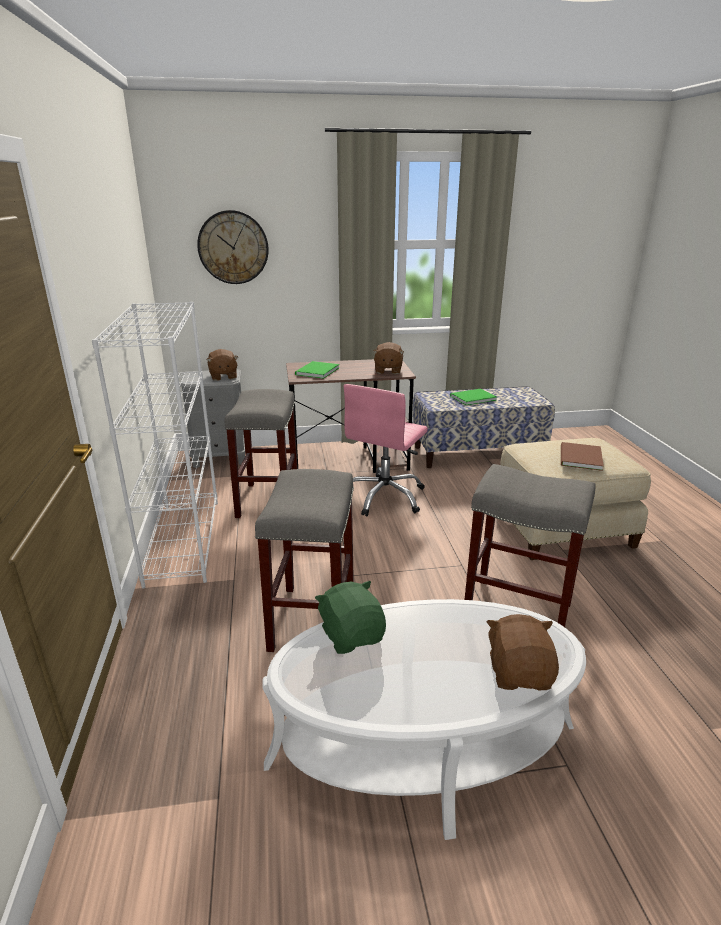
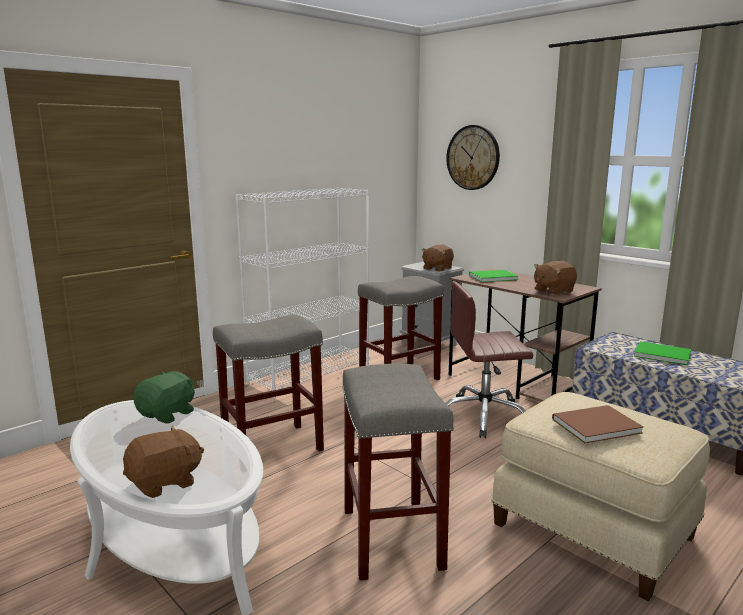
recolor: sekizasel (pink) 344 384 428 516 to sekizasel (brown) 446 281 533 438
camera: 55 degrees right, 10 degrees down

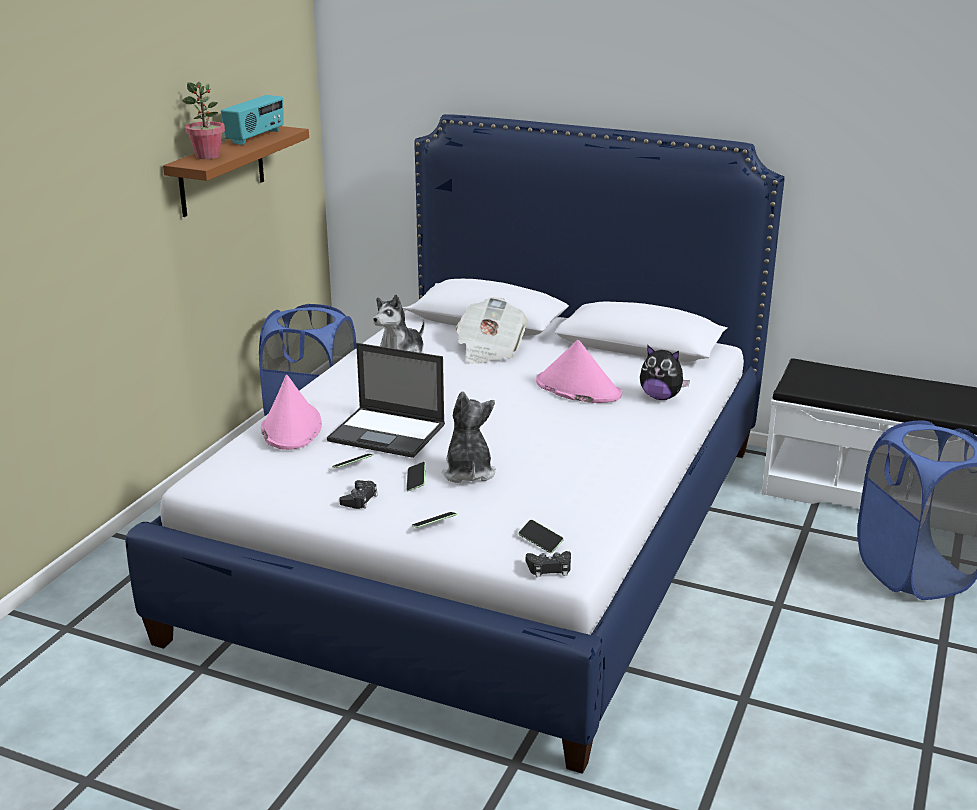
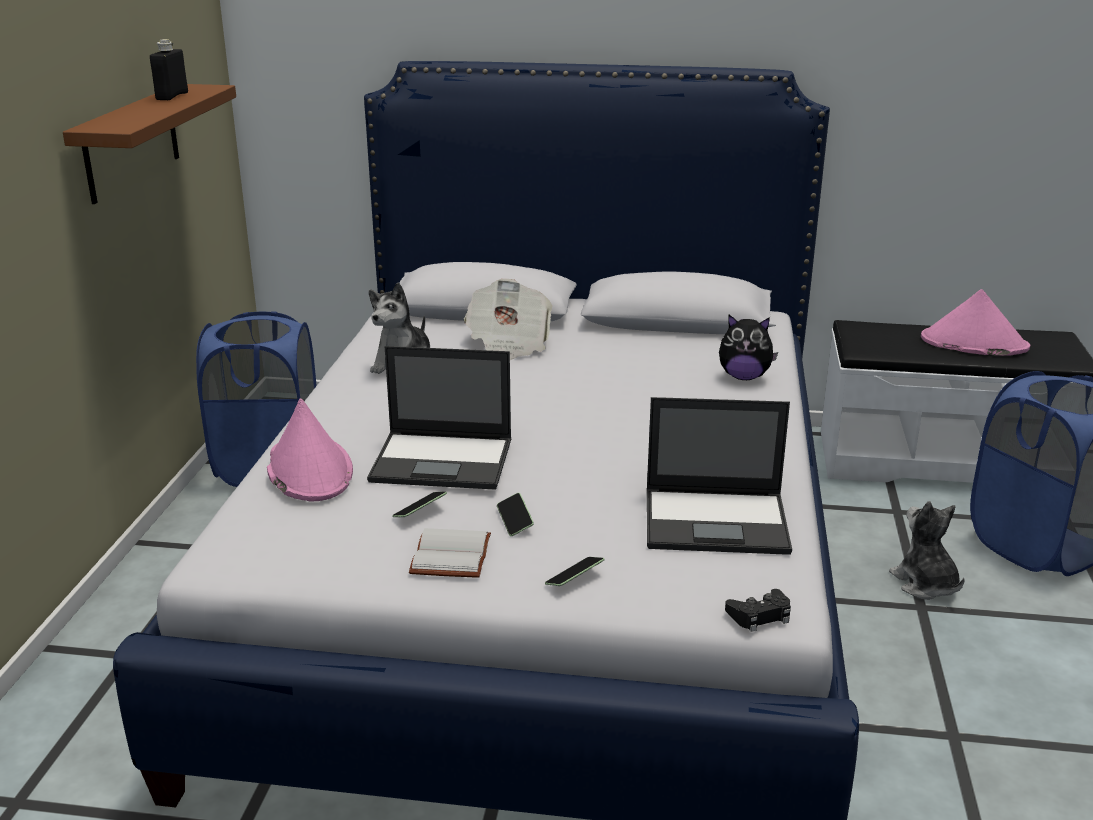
delete: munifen 182 82 225 159; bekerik 518 519 564 553
insert: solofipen 647 397 792 555
move: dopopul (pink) 536 340 622 403 to 921 289 1030 355; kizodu 442 391 496 483 to 889 501 965 600
replace: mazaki 221 95 284 145 to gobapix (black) 150 39 188 100; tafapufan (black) 339 480 378 509 to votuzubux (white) 409 528 491 578
camera: 15 degrees left, 0 degrees up

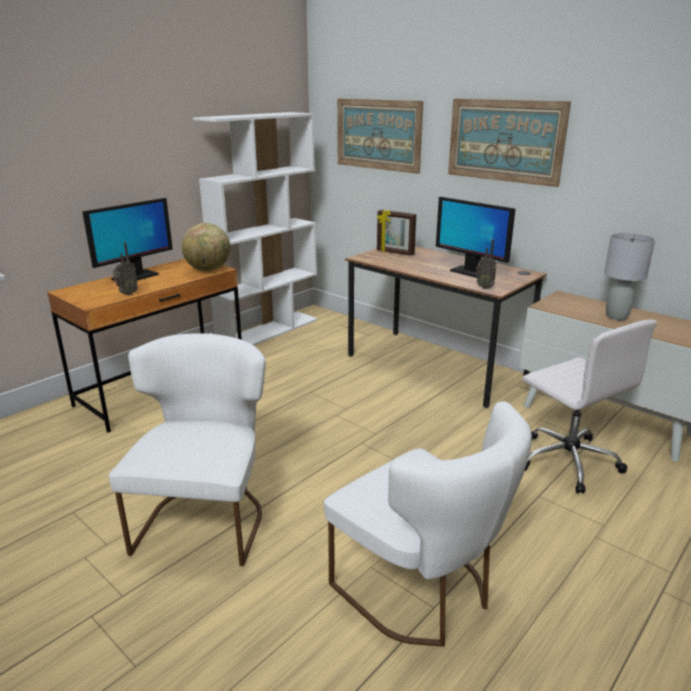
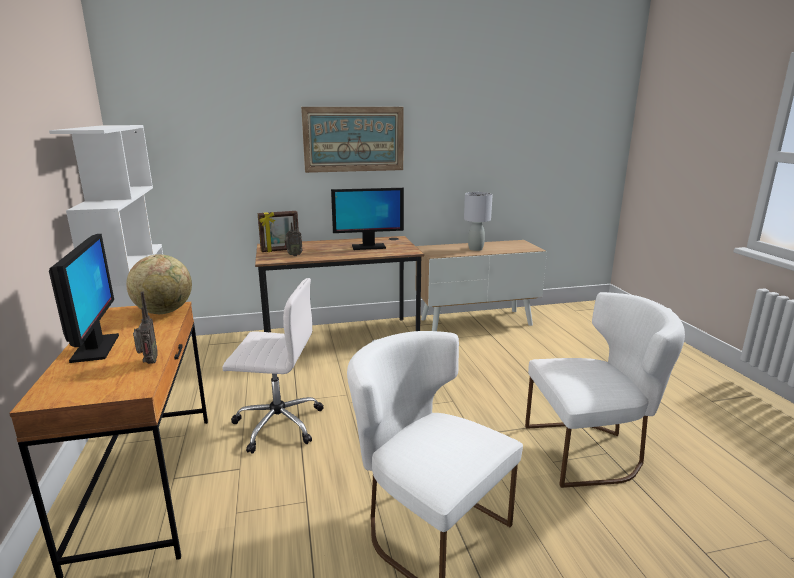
delete: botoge 337 98 424 174
move: mazaki 475 239 497 289 to 284 214 302 256; sekizasel (white) 522 320 657 494 to 222 278 323 454
camera: 55 degrees left, 5 degrees down

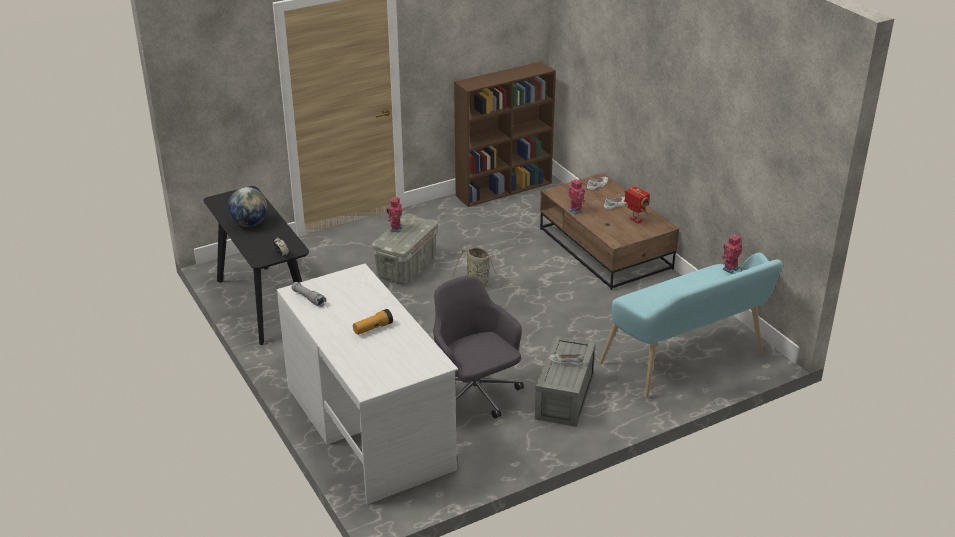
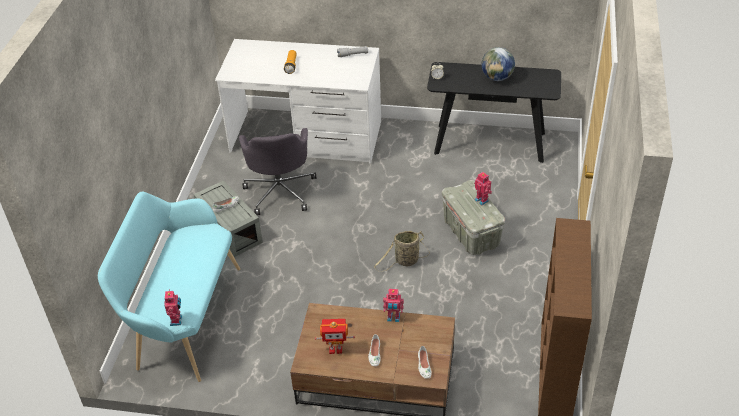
rotate: sekizasel (grey) 433 276 524 419 = 239 128 317 215 75 degrees clockwise
camera: 130 degrees right, 10 degrees up

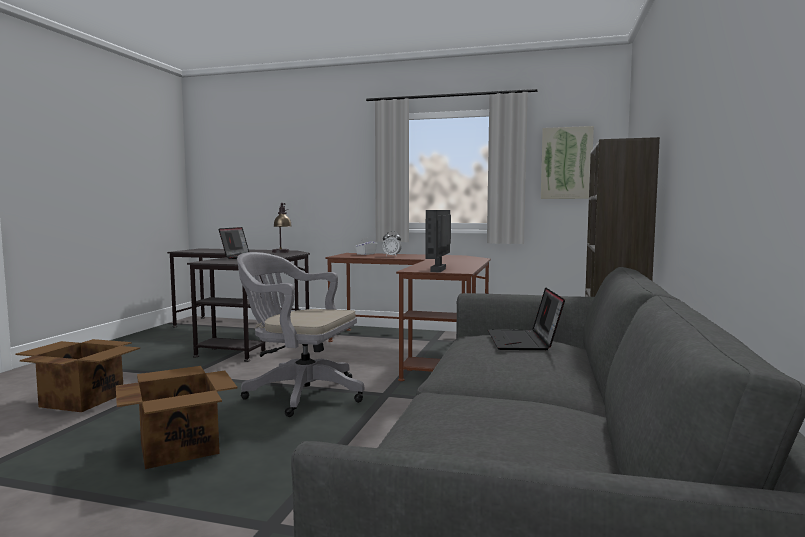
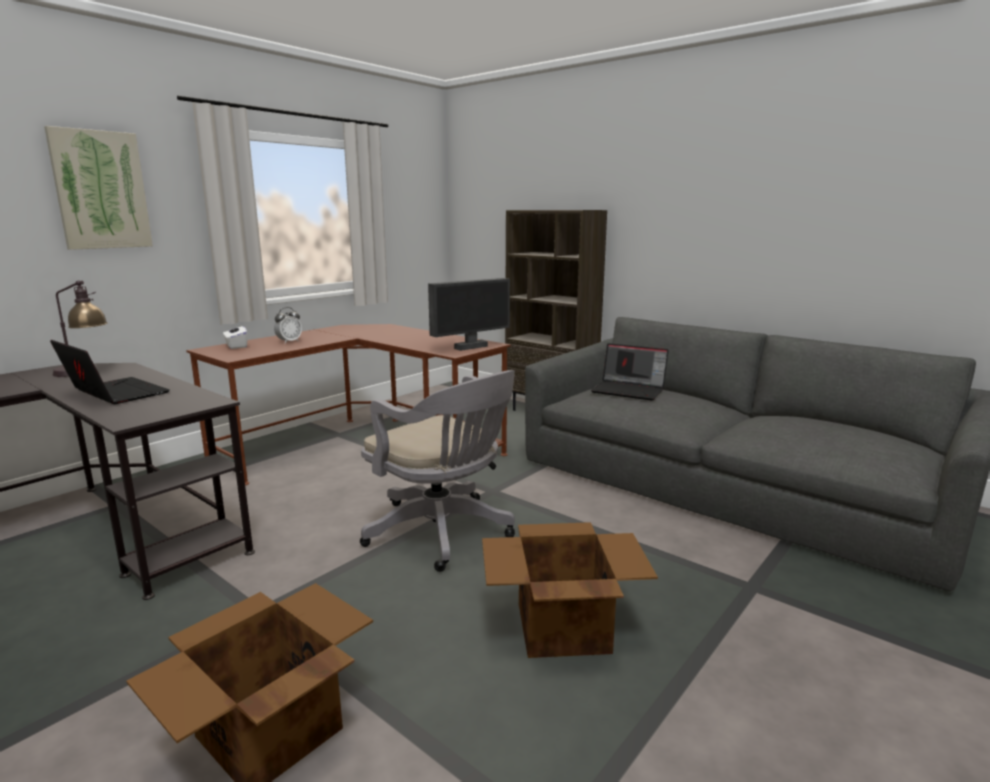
move: botoge 541 126 594 199 to 44 126 153 250
rotate: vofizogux 425 210 451 272 = 428 278 510 351 75 degrees counterclockwise; sekizasel (grey) 237 252 364 417 = 360 370 515 572 90 degrees counterclockwise
camera: 65 degrees left, 10 degrees up

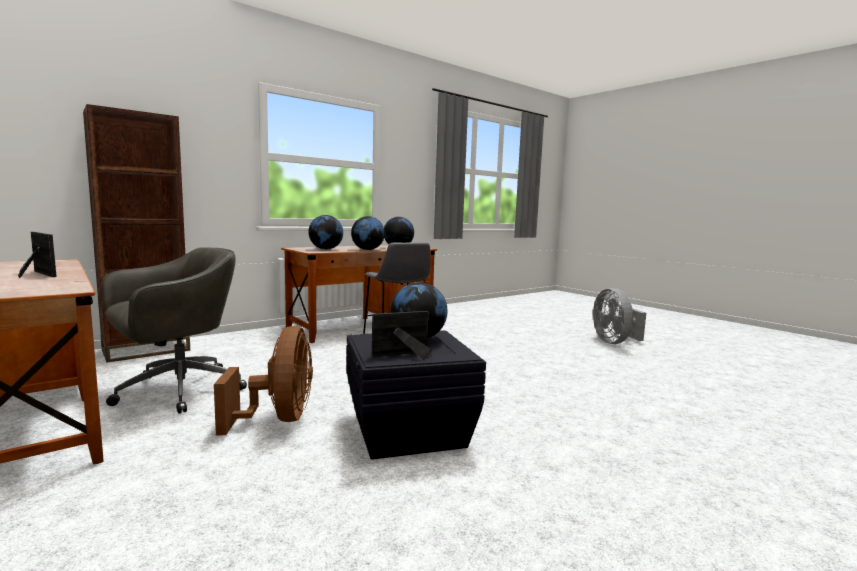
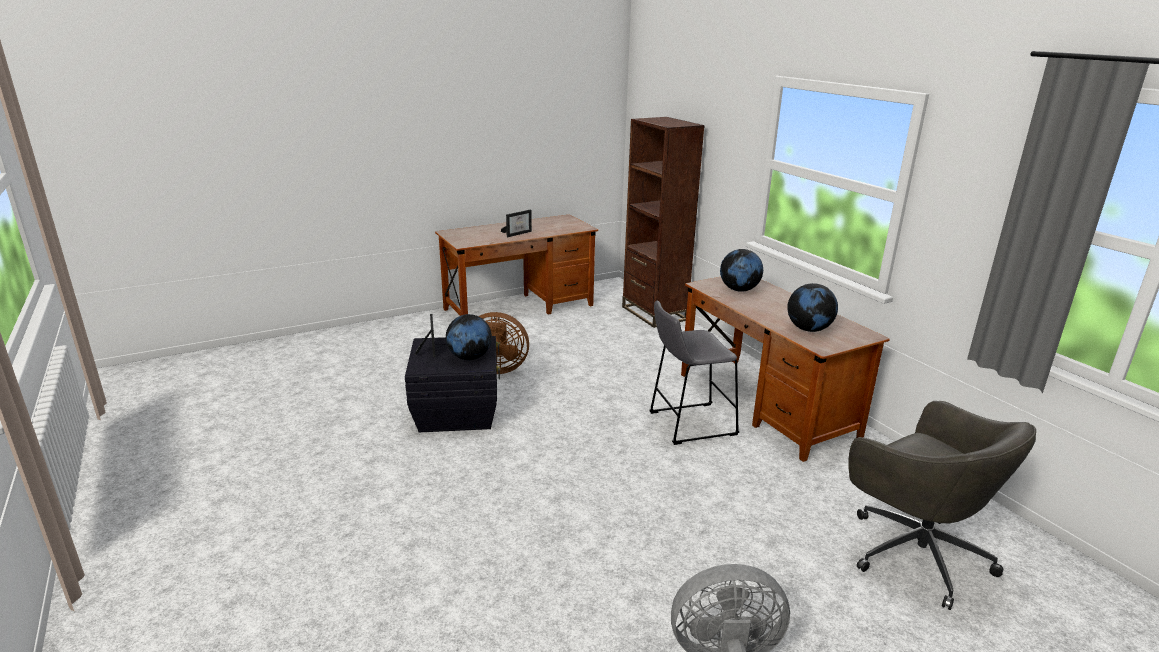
delete: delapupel 351 216 385 250
move: sekizasel (grey) 102 247 247 414 to 848 401 1036 610
camera: 100 degrees right, 15 degrees up

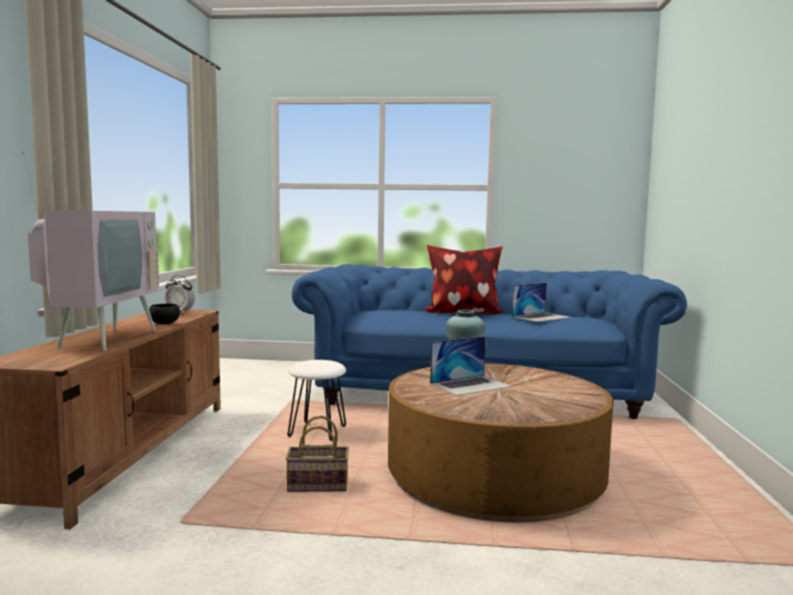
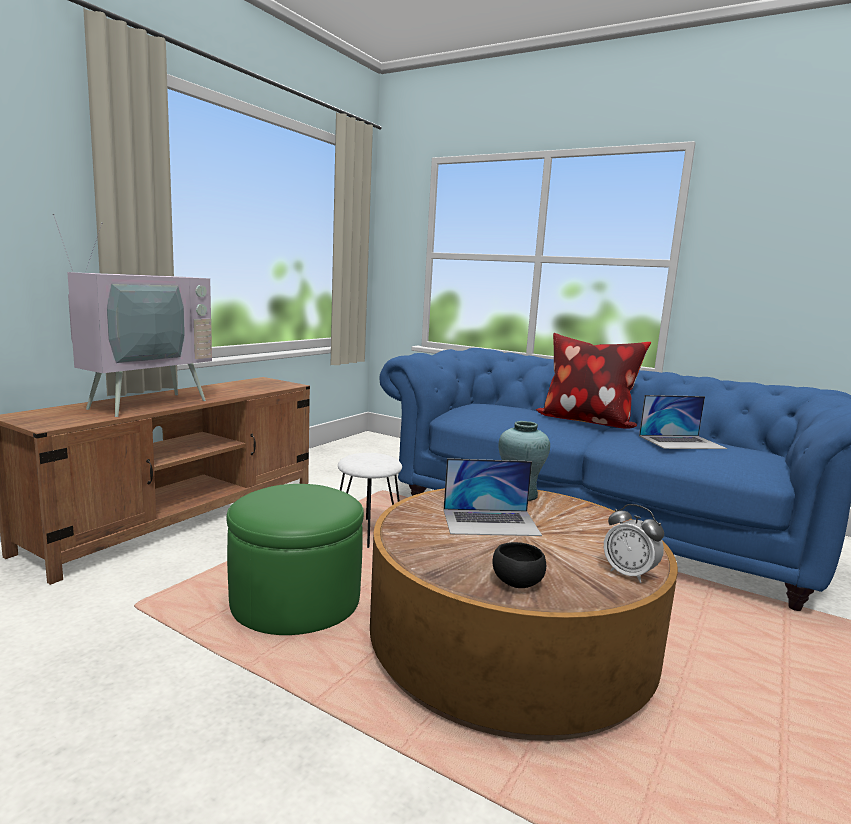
move: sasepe 164 275 195 314 to 604 504 664 583; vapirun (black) 149 304 180 324 to 492 542 546 588
replace: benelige 286 416 349 492 to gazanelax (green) 227 484 364 635
camera: 25 degrees right, 5 degrees up

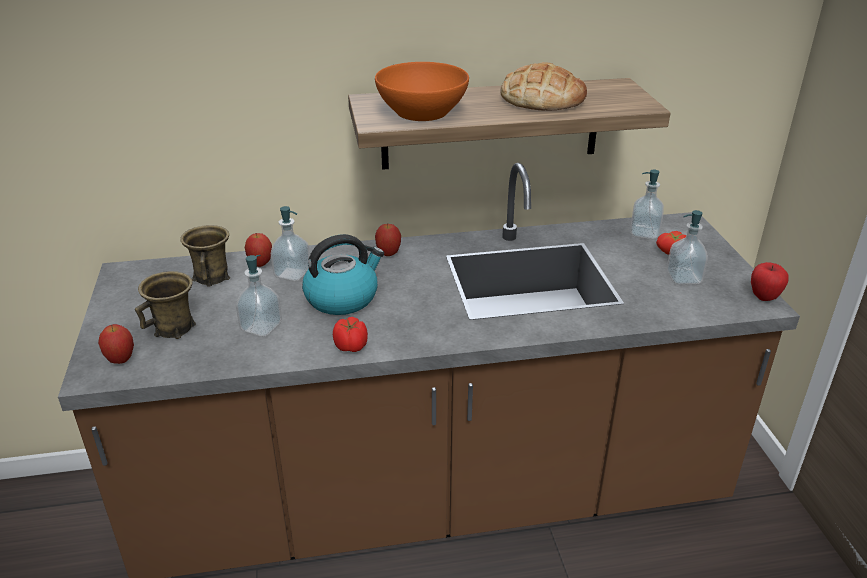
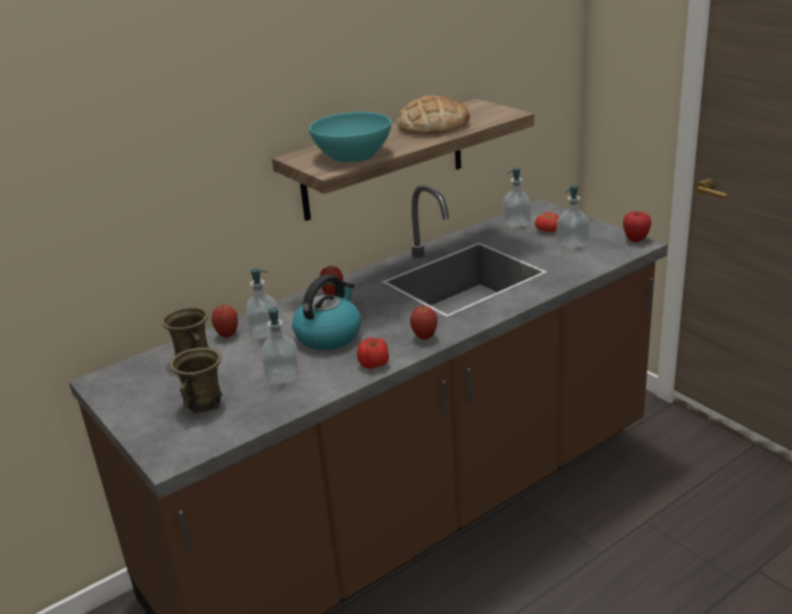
move: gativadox 98 324 134 364 to 410 306 438 340
recolor: vapirun (orange) 375 62 469 121 to vapirun (turquoise) 309 112 391 162
camera: 25 degrees left, 5 degrees down

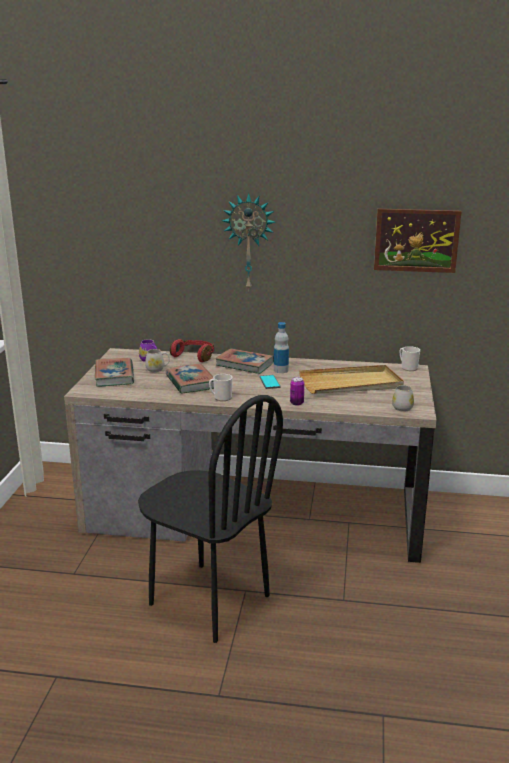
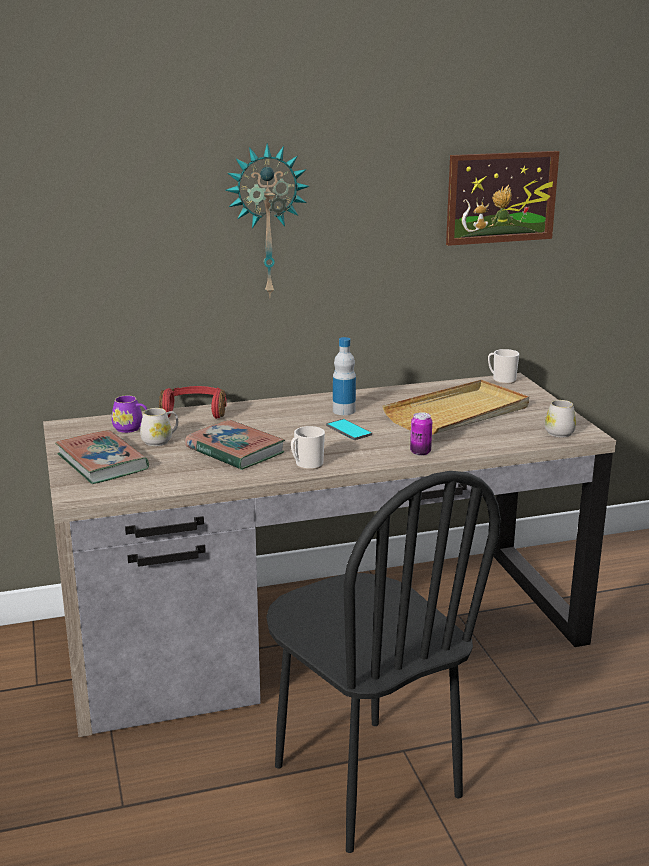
delete: votuzubux 215 348 274 374
rotate: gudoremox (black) 138 395 283 643 = 266 471 500 853 45 degrees clockwise
camera: 25 degrees left, 0 degrees up

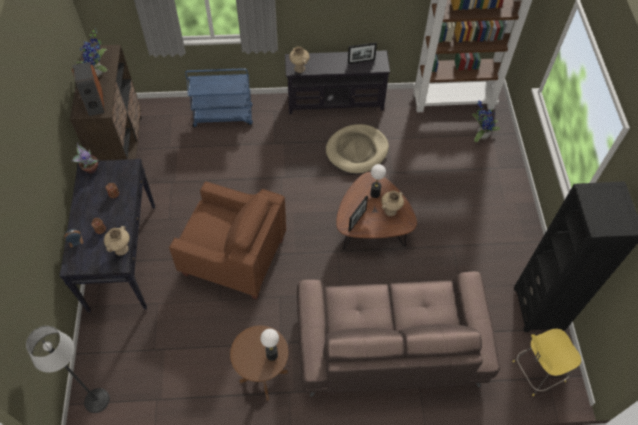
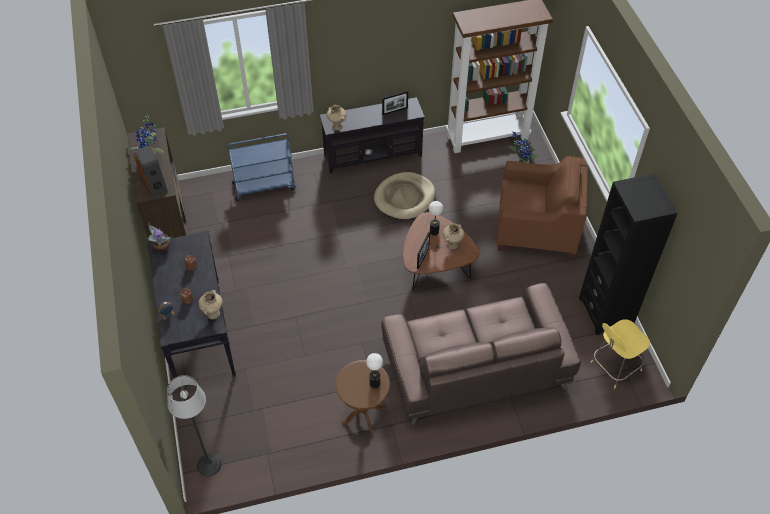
move: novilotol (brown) 169 181 286 300 to 496 156 588 259
camera: 10 degrees left, 5 degrees down

